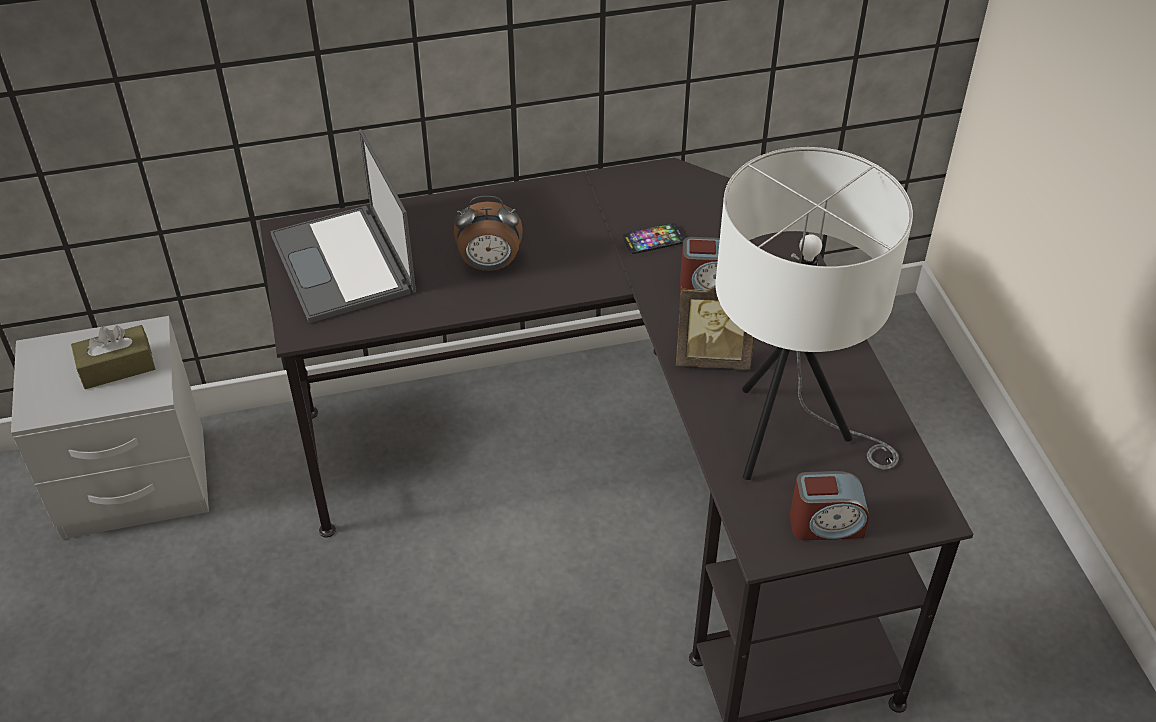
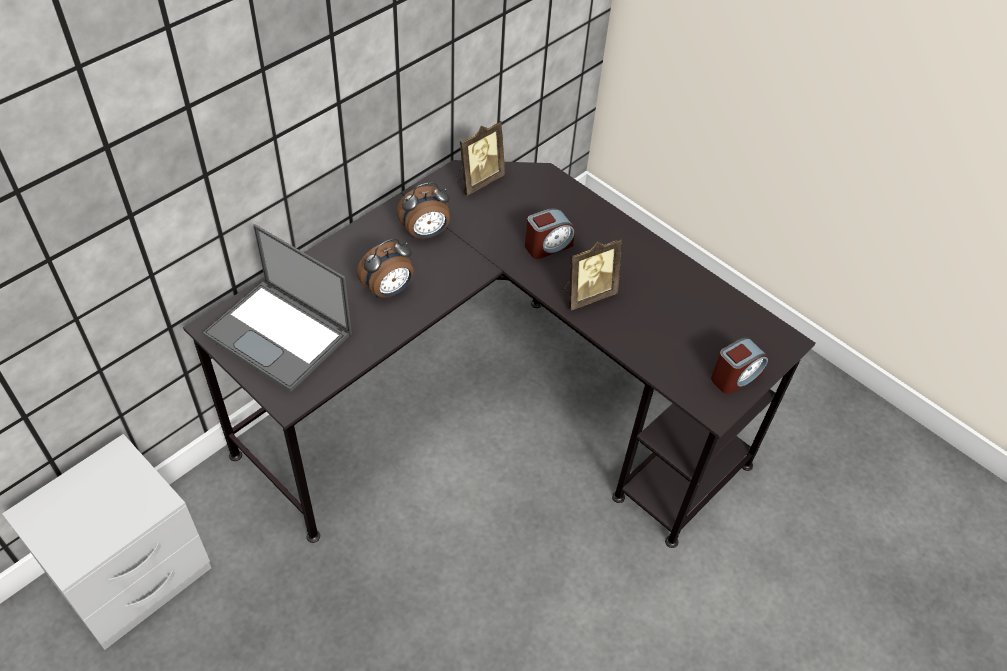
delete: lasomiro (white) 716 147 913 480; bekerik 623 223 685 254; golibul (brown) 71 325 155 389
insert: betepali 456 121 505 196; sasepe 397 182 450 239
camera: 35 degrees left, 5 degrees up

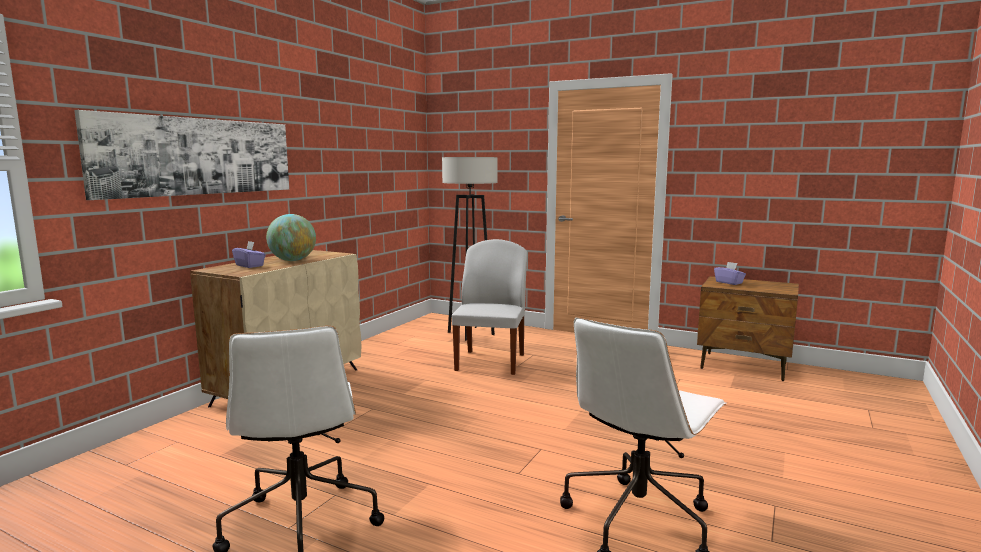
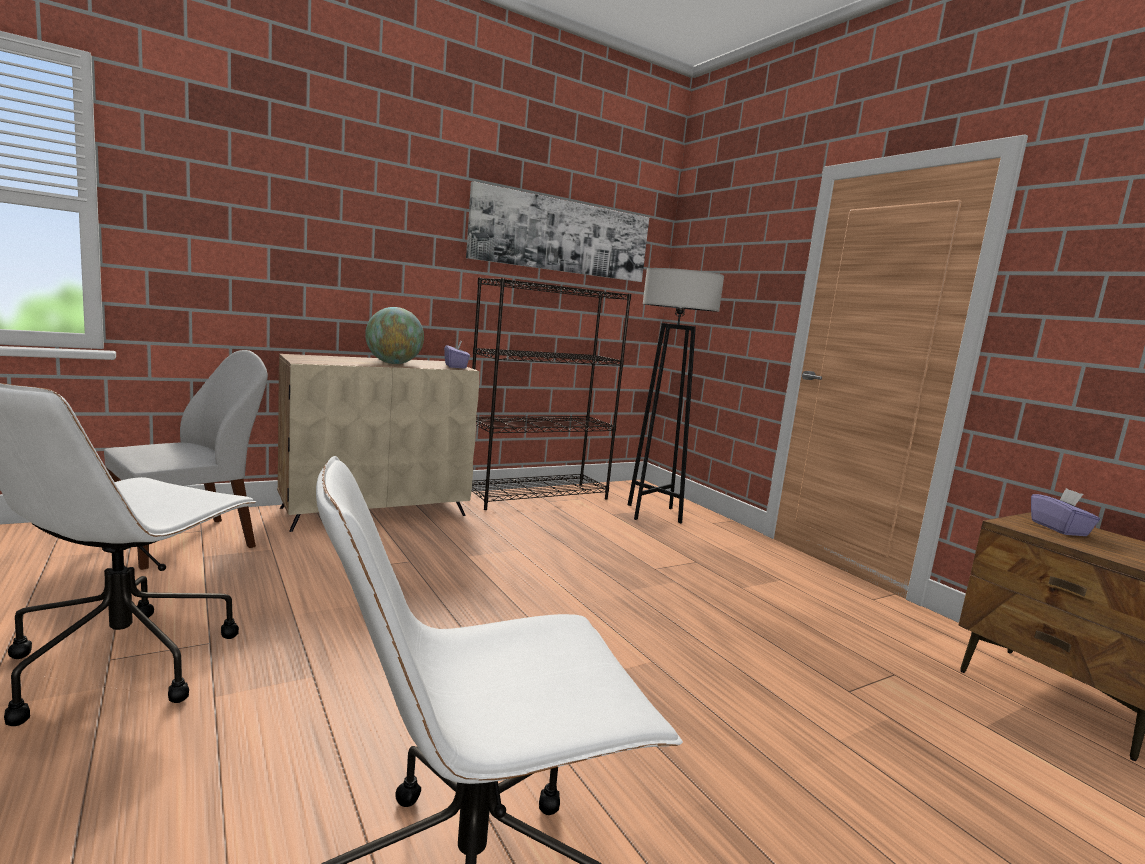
insert: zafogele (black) 472 278 631 510
move: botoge 74 110 289 200 to 466 181 649 282; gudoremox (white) 452 239 527 375 to 104 350 268 570; golibul (purple) 232 241 266 268 to 444 341 470 368
camera: 30 degrees right, 0 degrees up

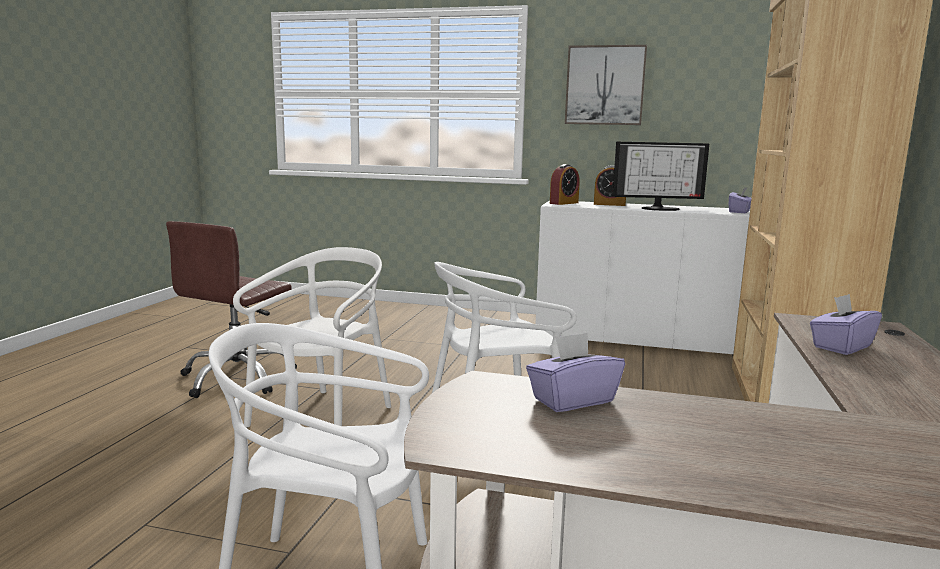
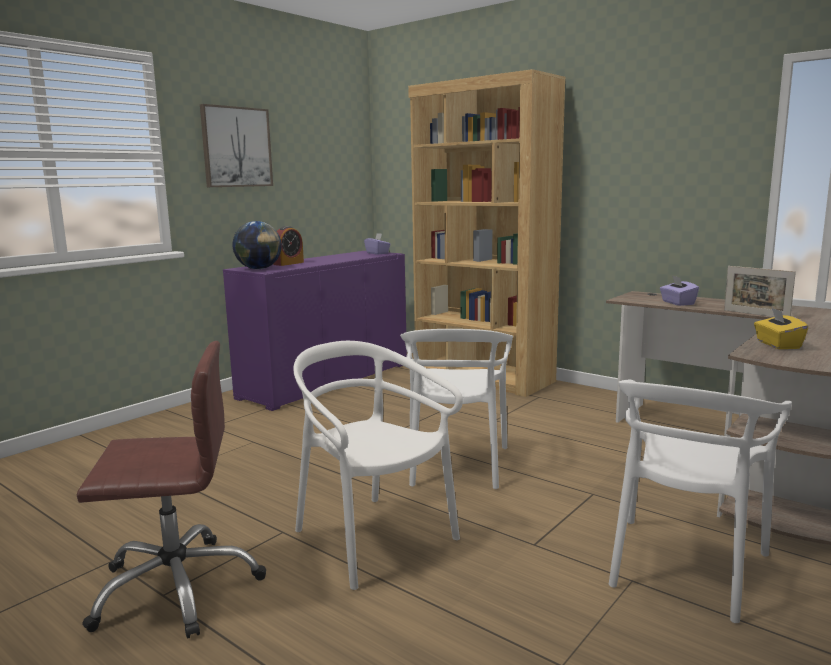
delete: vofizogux 612 142 709 211
insert: betepali 724 266 796 317
replace: sasepe 550 164 580 205 to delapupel 233 221 282 269
recolor: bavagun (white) 536 200 750 354 to bavagun (purple) 223 251 407 411; golibul (purple) 526 333 625 412 to golibul (yellow) 754 308 808 349
rotate: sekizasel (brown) 166 221 297 398 = 77 341 266 639 60 degrees counterclockwise
camera: 65 degrees left, 0 degrees up

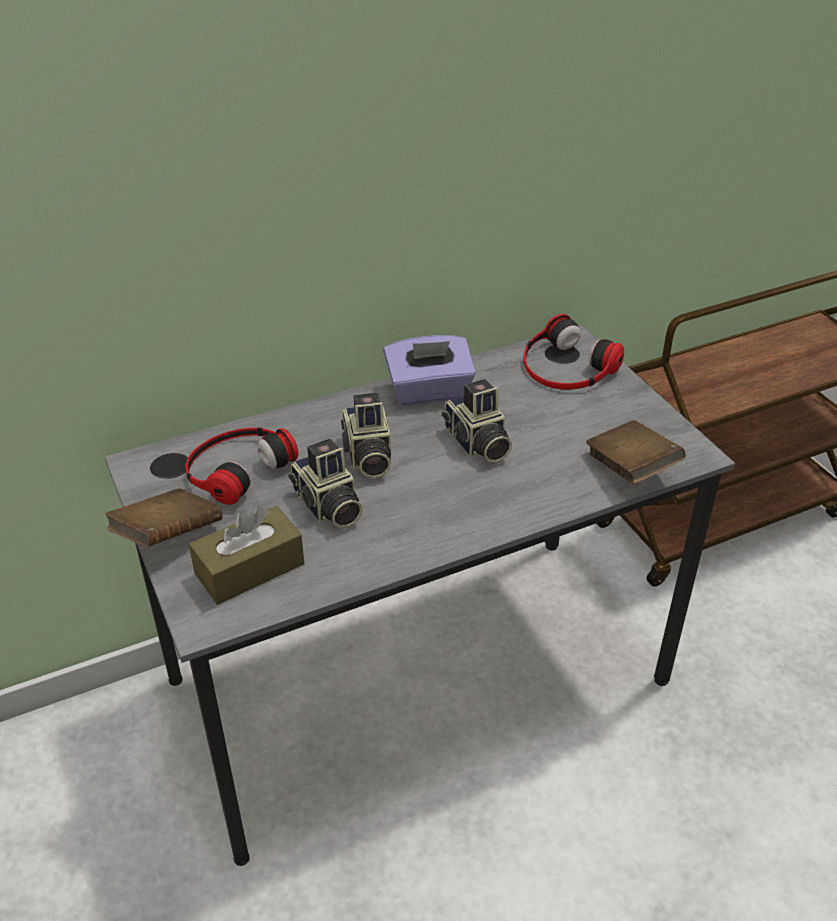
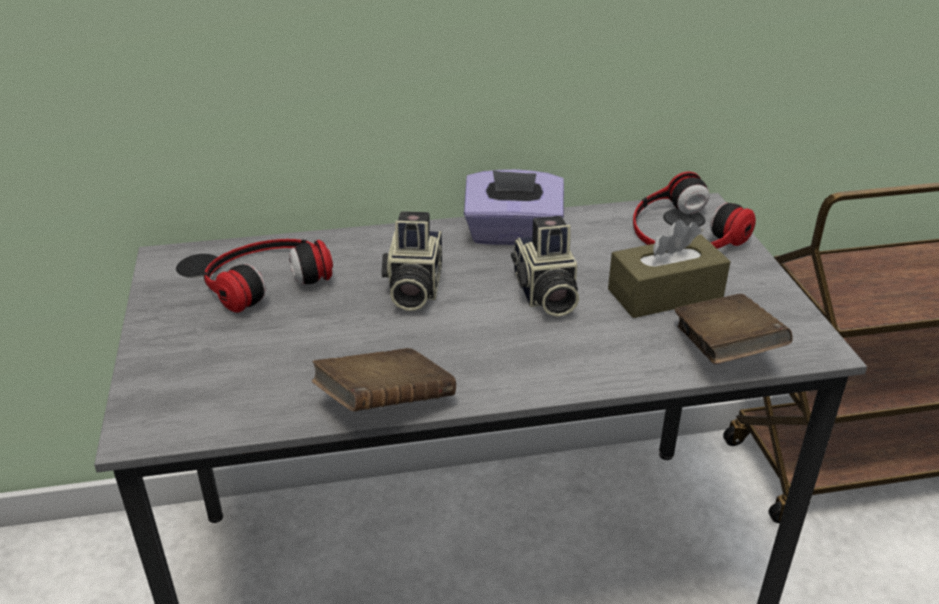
delete: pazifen 288 439 363 528
move: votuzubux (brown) 105 488 222 547 to 312 348 456 412; golibul (brown) 189 506 304 605 to 608 220 731 318
camera: 15 degrees right, 5 degrees down

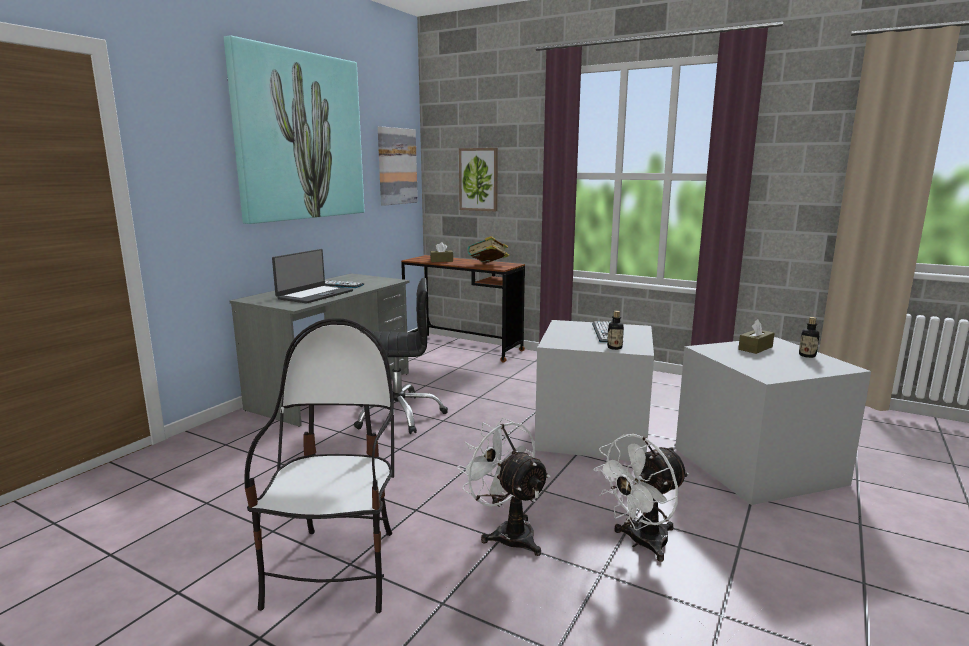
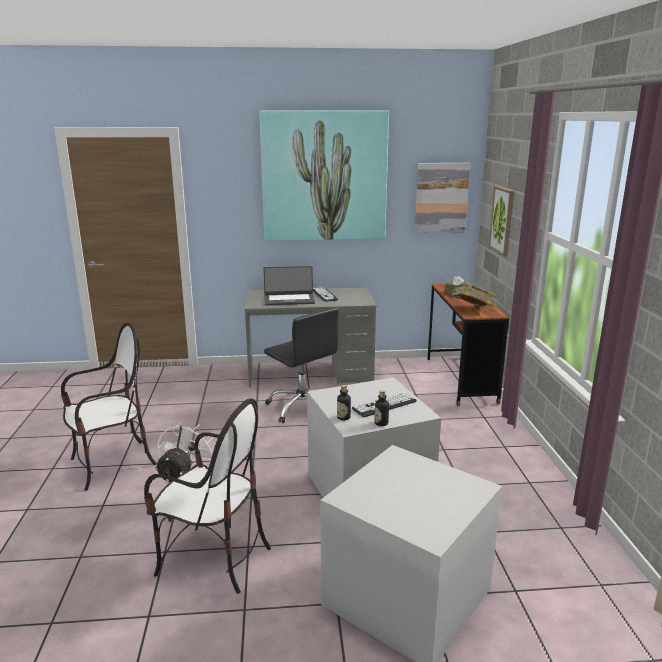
delete: golibul (brown) 738 319 774 354
move: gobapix 799 317 819 358 to 375 390 389 426
replace: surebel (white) 594 434 689 562 to gudoremox 144 398 271 594
camera: 55 degrees right, 5 degrees up

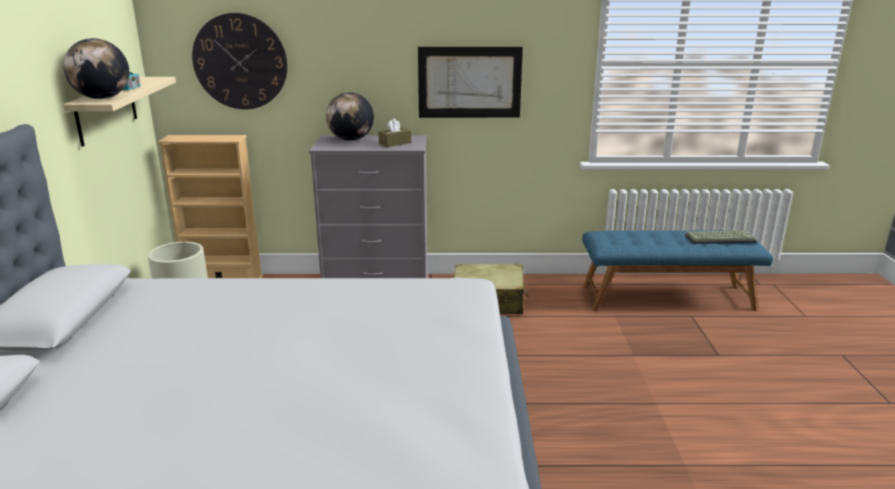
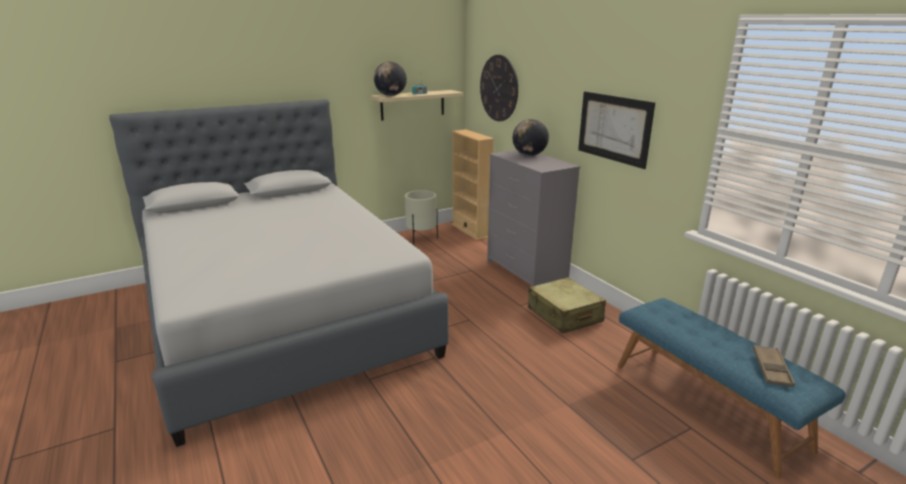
delete: golibul (brown) 378 118 411 147
replace: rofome 685 230 757 244 to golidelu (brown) 753 345 795 387
camera: 60 degrees right, 0 degrees up

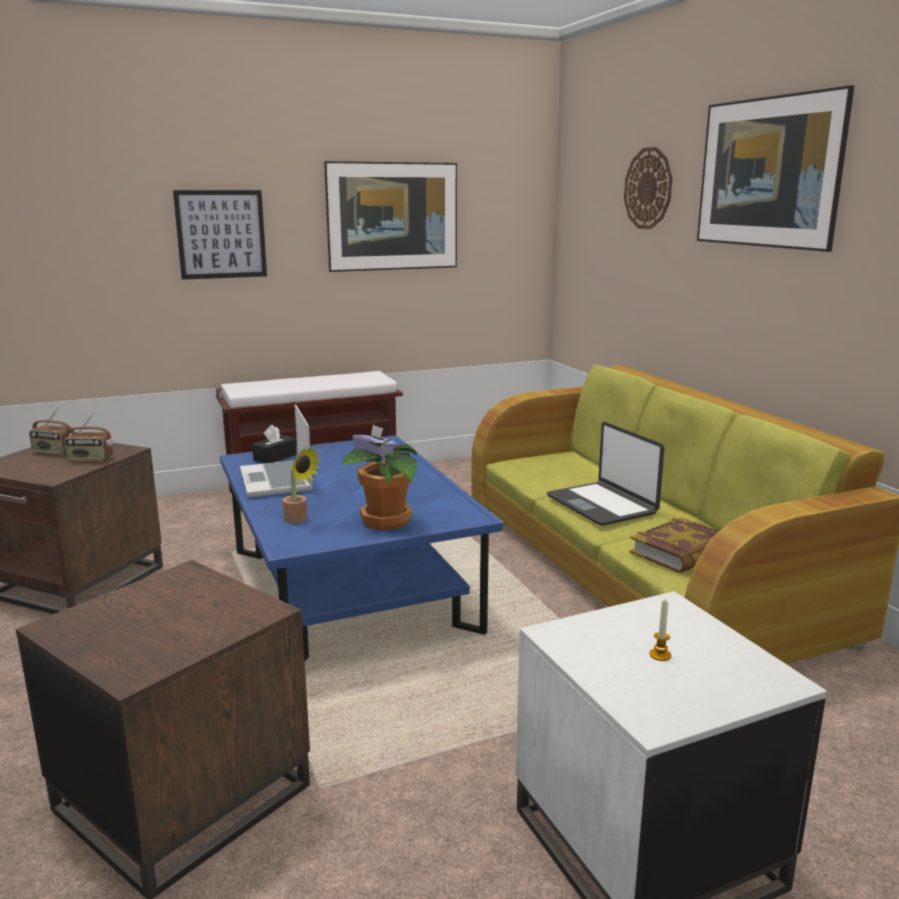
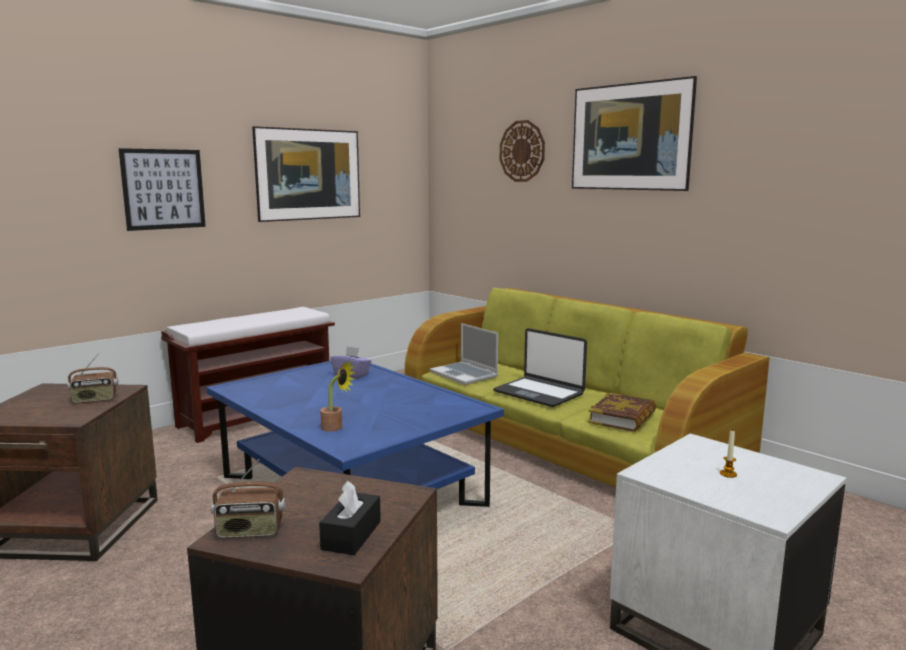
delete: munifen 342 439 417 530
move: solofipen 240 405 313 497 to 430 323 498 385; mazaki 29 407 74 455 to 211 459 285 538; golibul (black) 252 425 297 463 to 319 481 381 555
camera: 20 degrees left, 5 degrees down

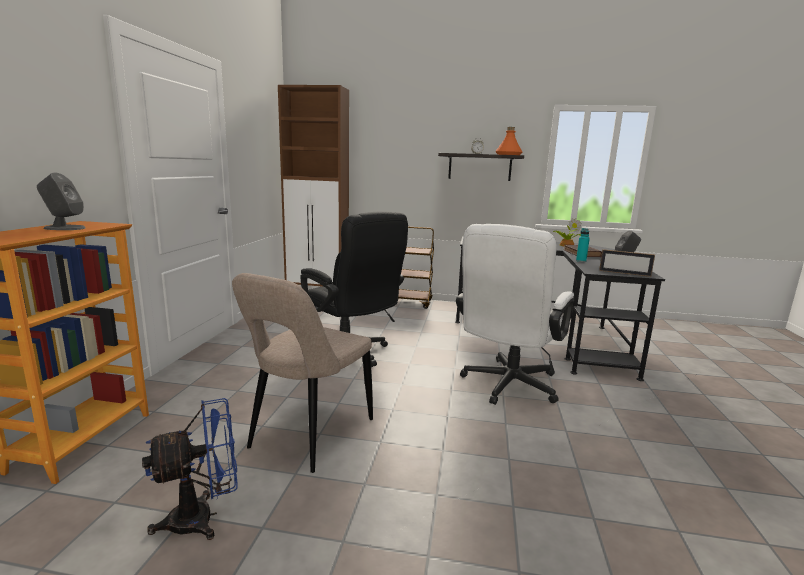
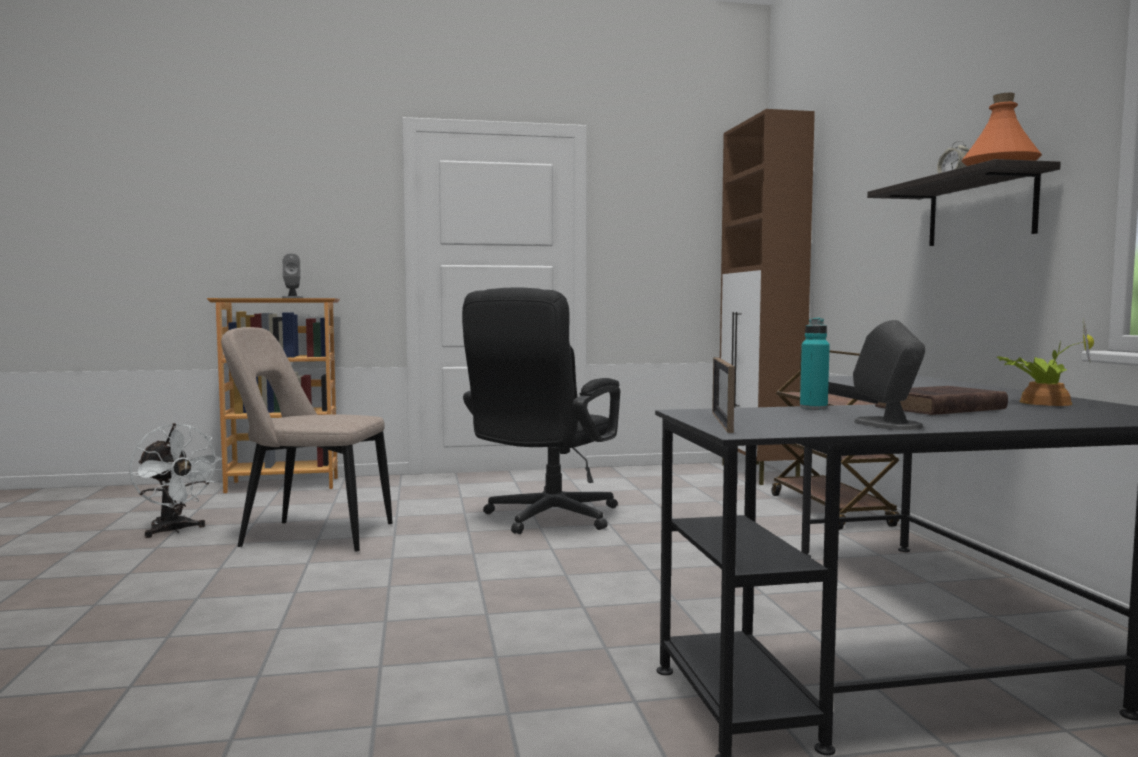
delete: sekizasel (white) 456 224 574 405
recolor: surebel (blue) 142 398 238 540 to surebel (white) 129 423 222 538
camera: 70 degrees right, 10 degrees down

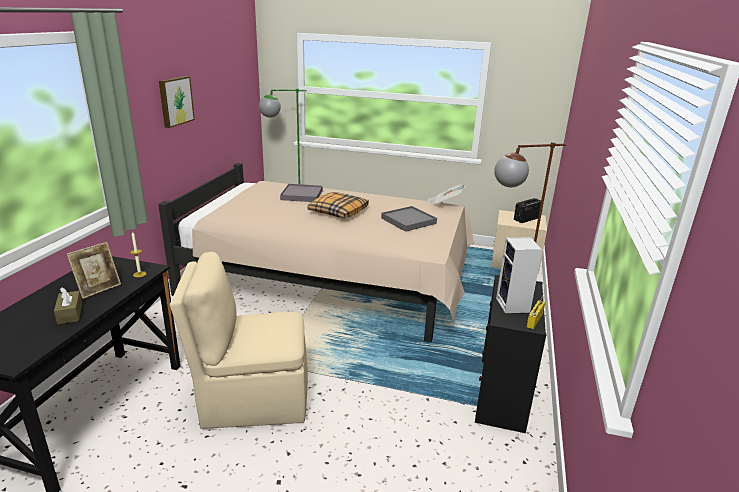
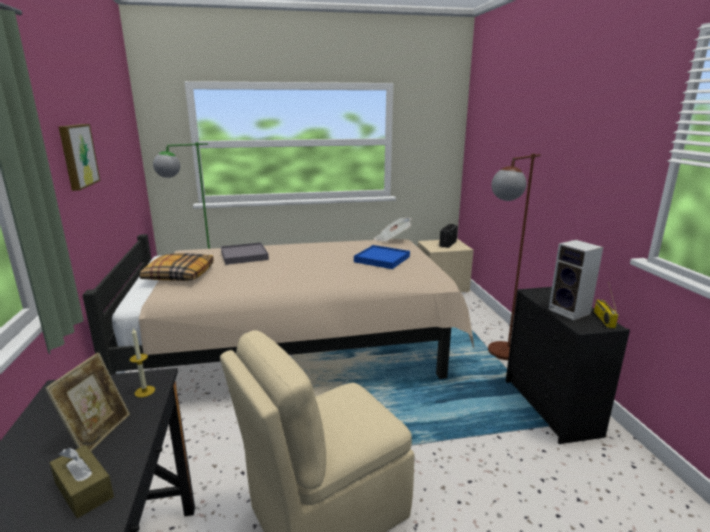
move: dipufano 308 192 369 219 to 139 253 214 281
recolor: golidelu (grey) 381 206 437 232 to golidelu (blue) 354 245 410 269
camera: 25 degrees left, 5 degrees down

